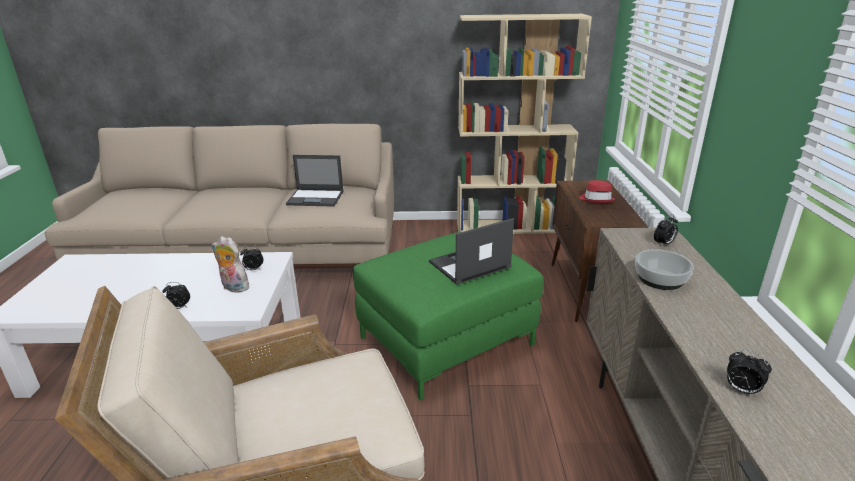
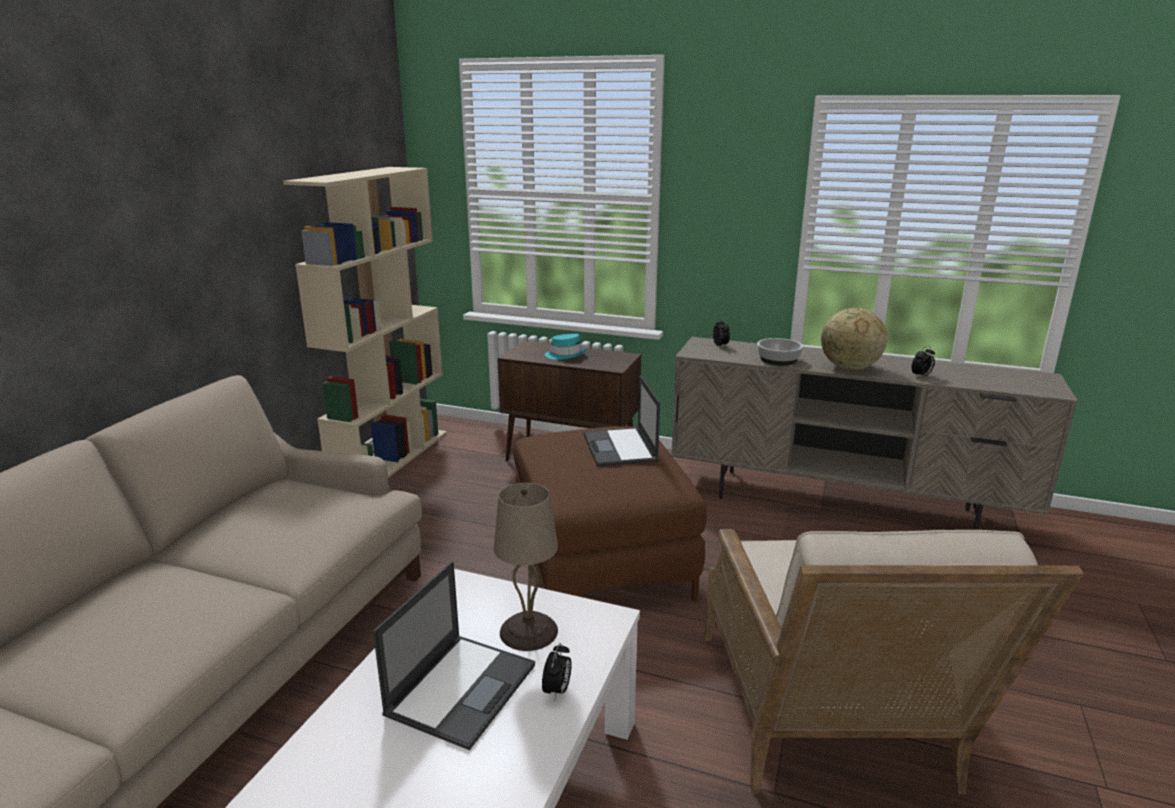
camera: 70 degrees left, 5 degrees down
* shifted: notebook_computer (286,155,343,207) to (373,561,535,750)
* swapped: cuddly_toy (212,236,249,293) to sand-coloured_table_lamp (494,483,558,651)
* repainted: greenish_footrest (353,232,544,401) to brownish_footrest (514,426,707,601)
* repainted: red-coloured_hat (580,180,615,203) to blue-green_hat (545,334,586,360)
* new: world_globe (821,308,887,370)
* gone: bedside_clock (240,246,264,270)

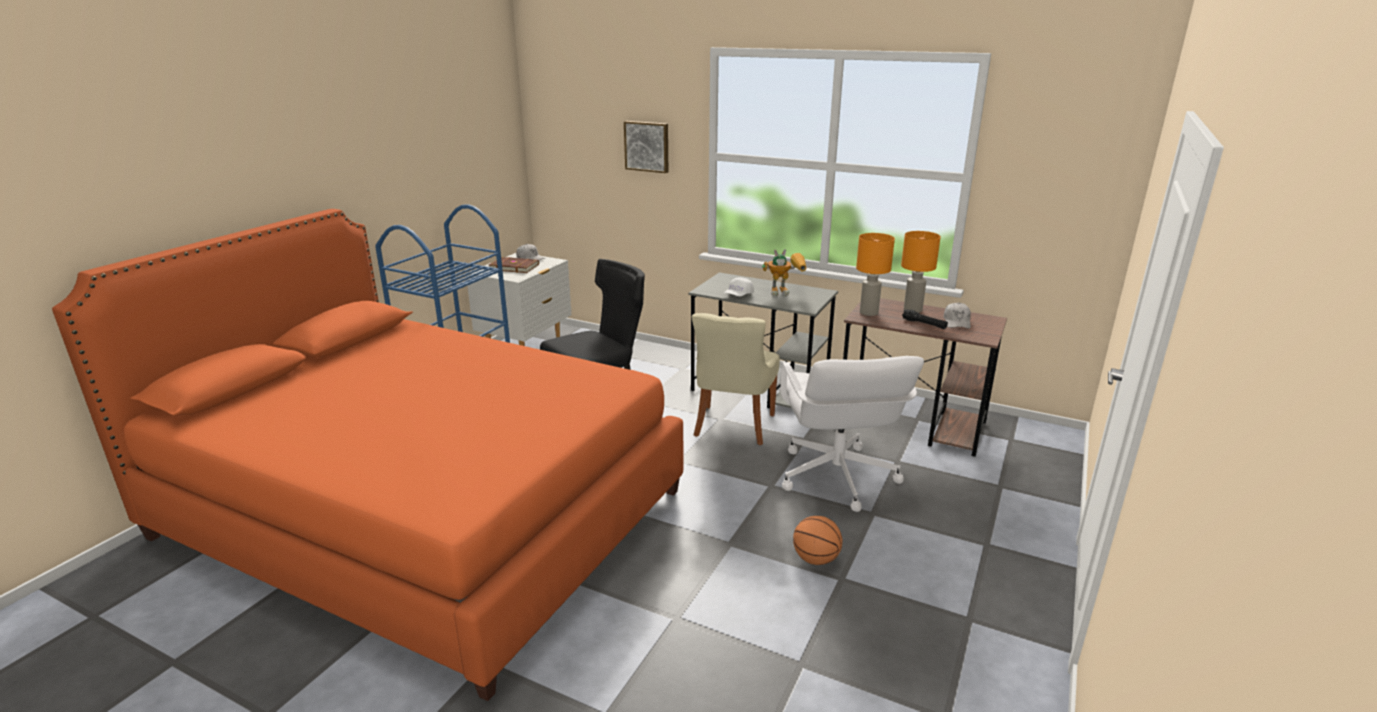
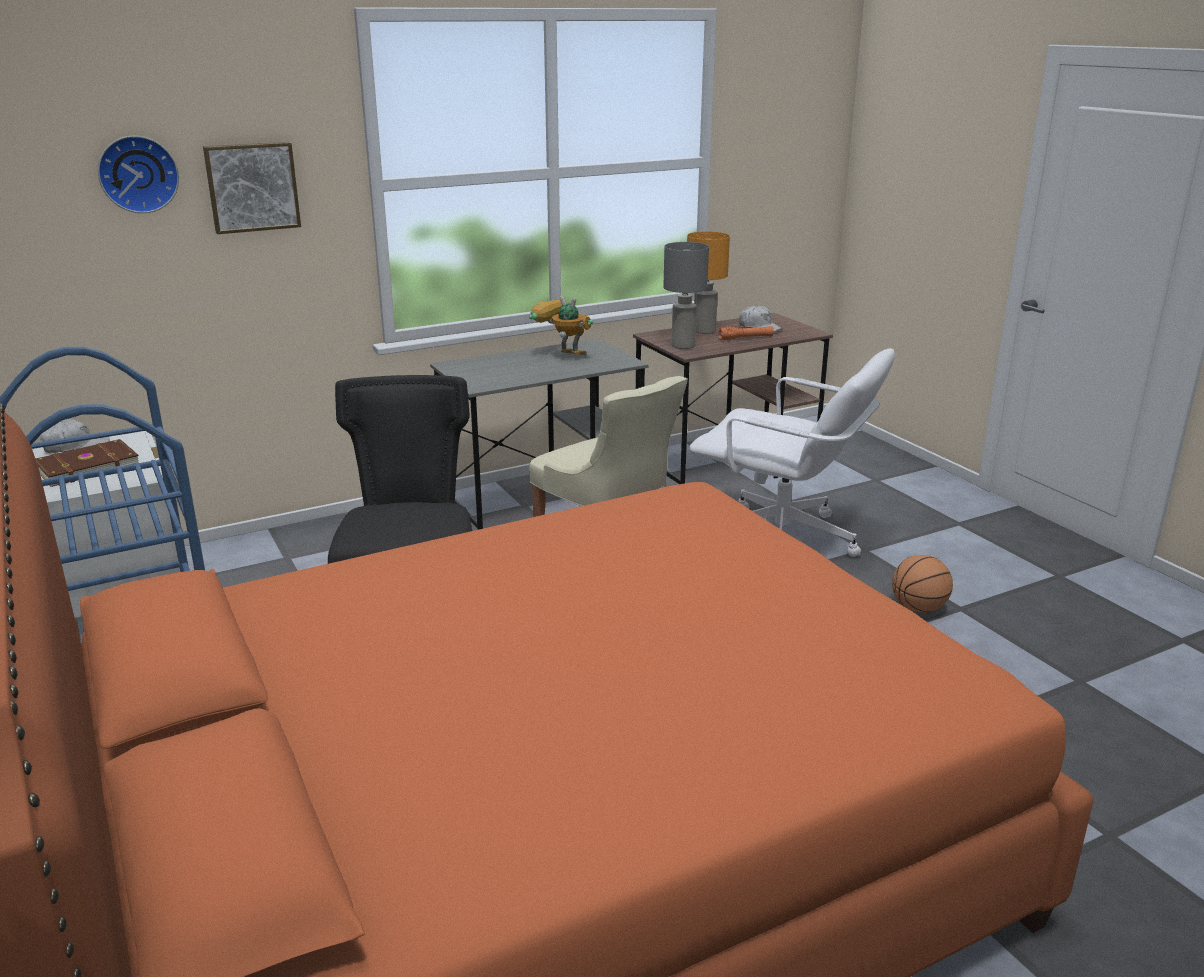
camera: 55 degrees left, 0 degrees up
* new: clock_on_the_wall (98,136,179,213)
* rotated: toy_robot (762,249,807,296) = (529,296,593,356) 90 degrees counterclockwise
* repainted: orange_table_lamp (856,233,895,316) to gray_table_lamp (663,242,709,349)
* repainted: black-coloured_flashlight (902,309,948,329) to orange_flashlight (718,326,774,340)
* gone: white-coloured_baseball_cap (724,277,754,296)

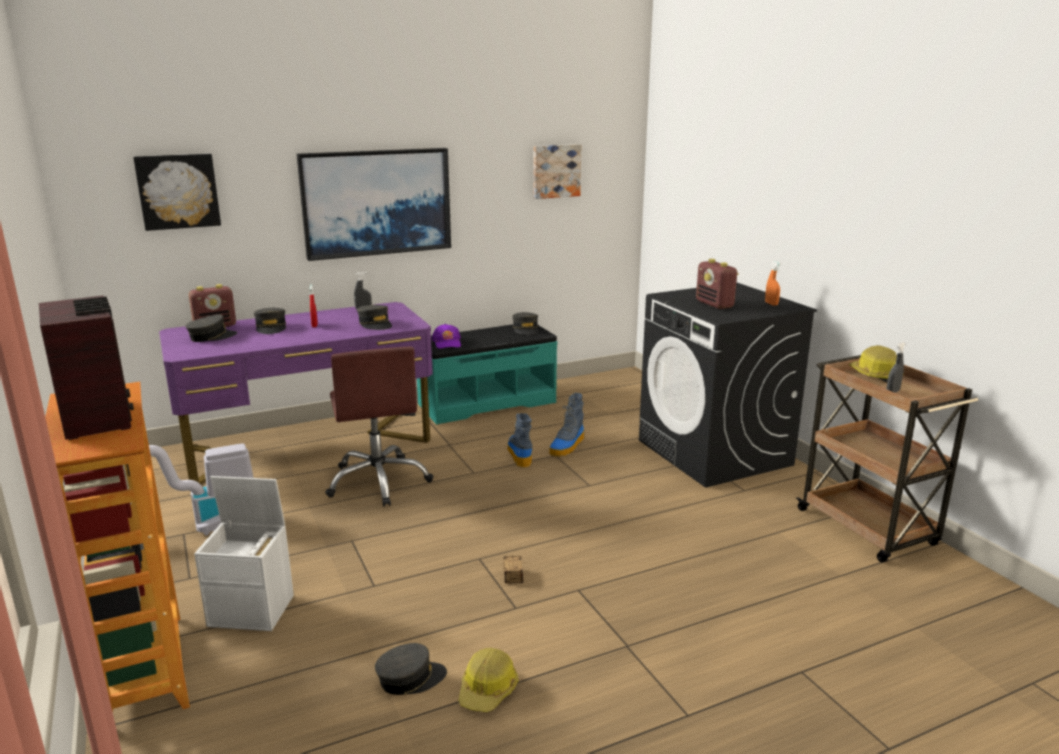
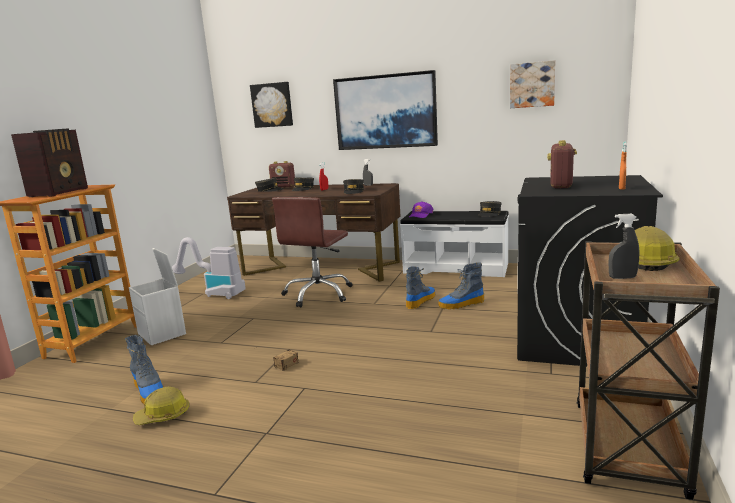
camera: 45 degrees right, 5 degrees down
* swapped: gray_baseball_cap (375,643,447,695) to tall_boot (125,335,164,404)
* repainted: purplish_desk (159,302,433,484) to brownish_desk (227,183,400,282)
* repainted: blue-green_indoor_bench (417,324,558,425) to white-coloured_indoor_bench (400,211,509,277)

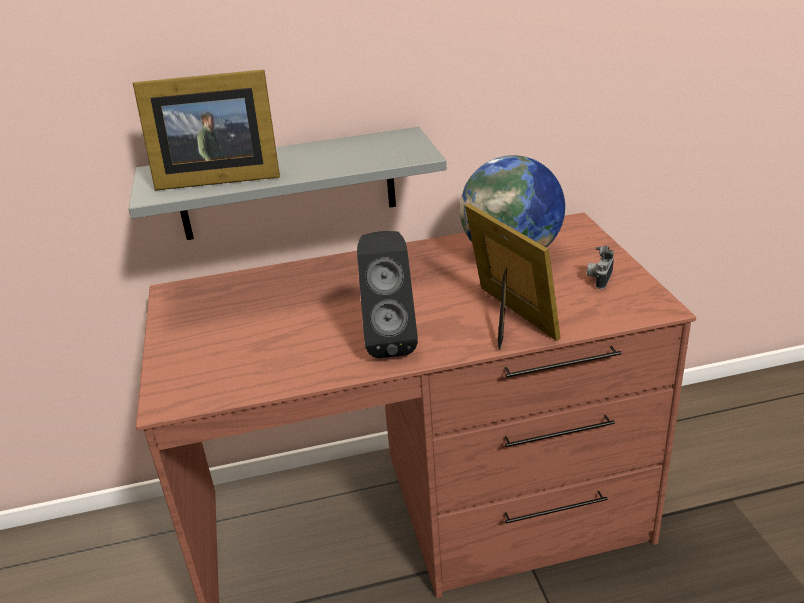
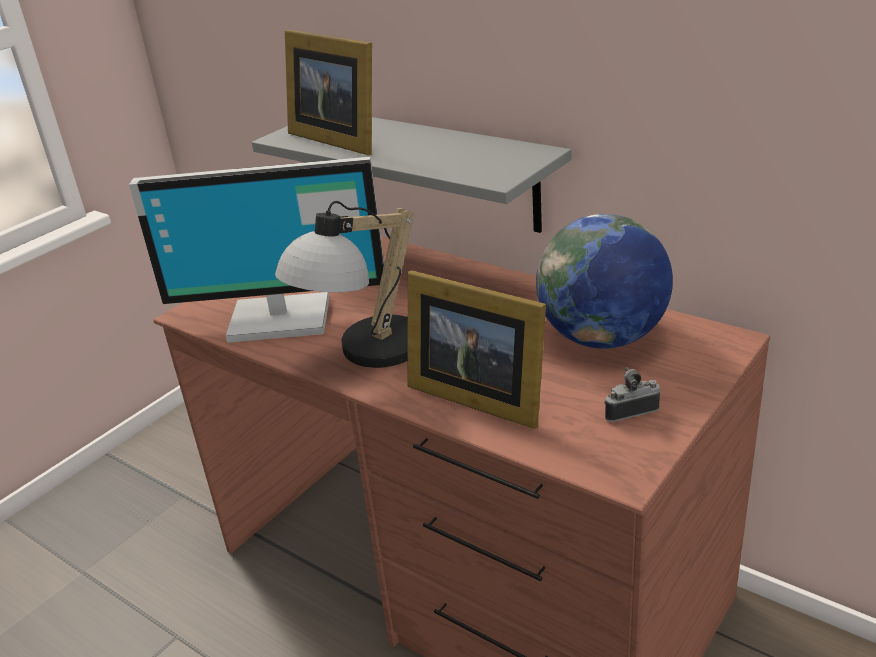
camera: 50 degrees right, 0 degrees up
* new: computer_screen (129,157,384,343)
* swapped: black-coloured_audio_speaker (357,231,418,358) to table_lamp (275,201,414,368)
* rotated: standing_frame (465,204,560,350) = (408,270,546,429) 105 degrees clockwise

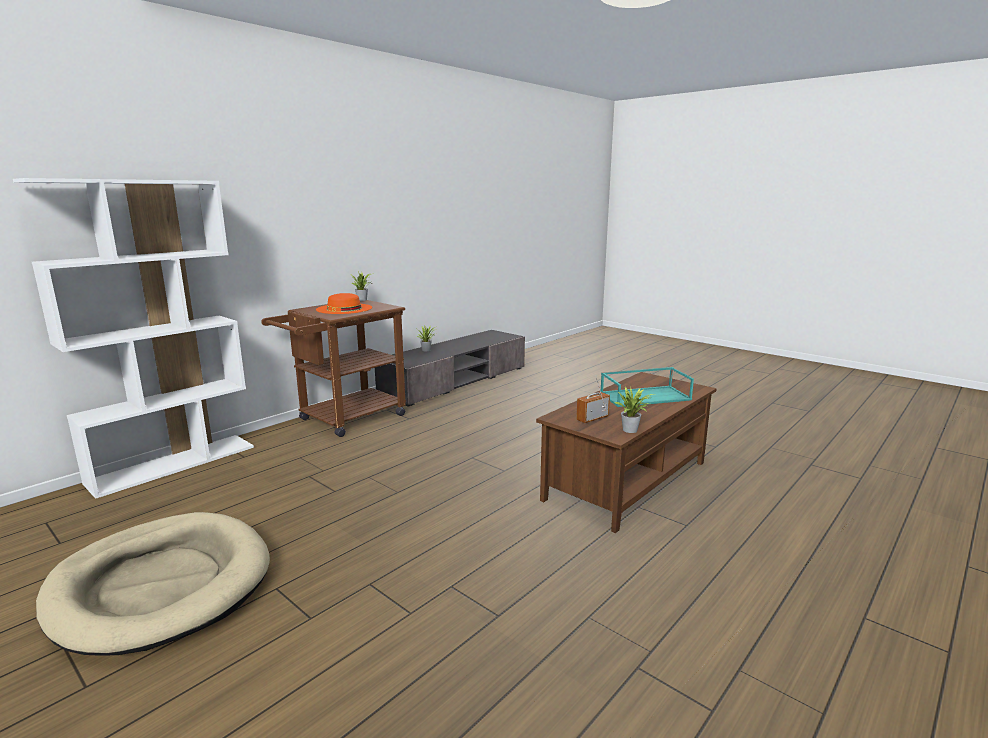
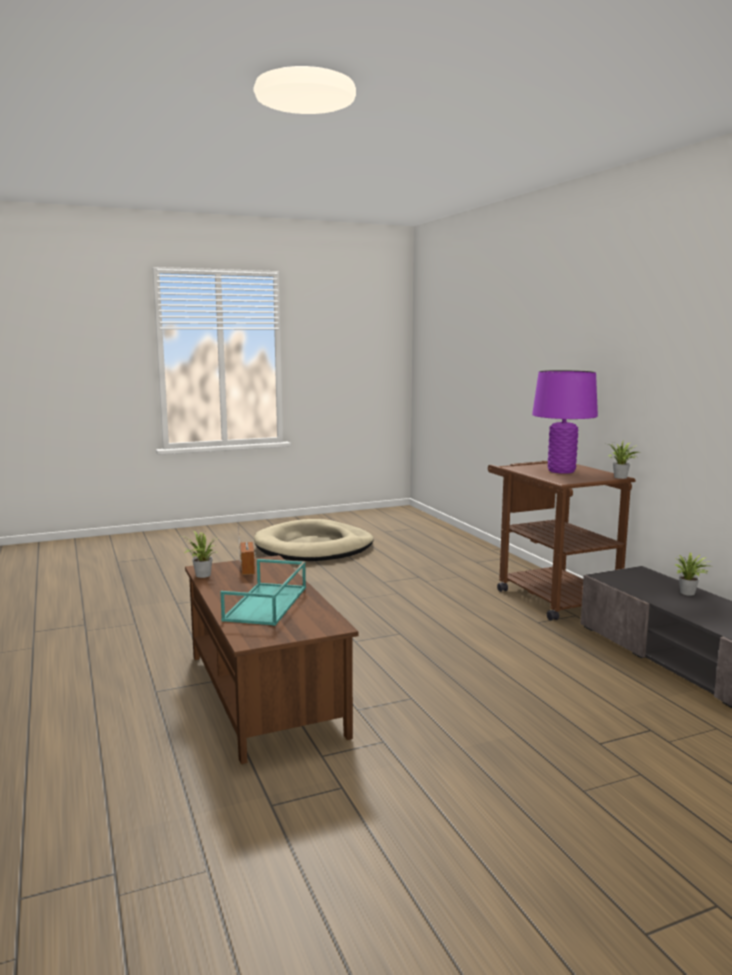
camera: 115 degrees right, 5 degrees down
* swapped: orange_hat (316,293,372,314) to purplish_table_lamp (532,370,598,474)
* gone: white-coloured_shelving_unit (13,178,254,499)

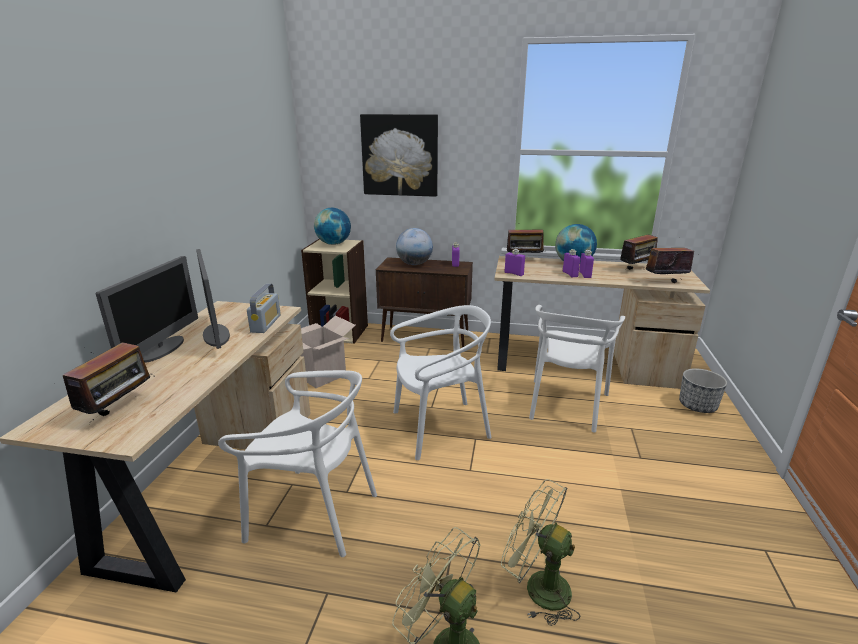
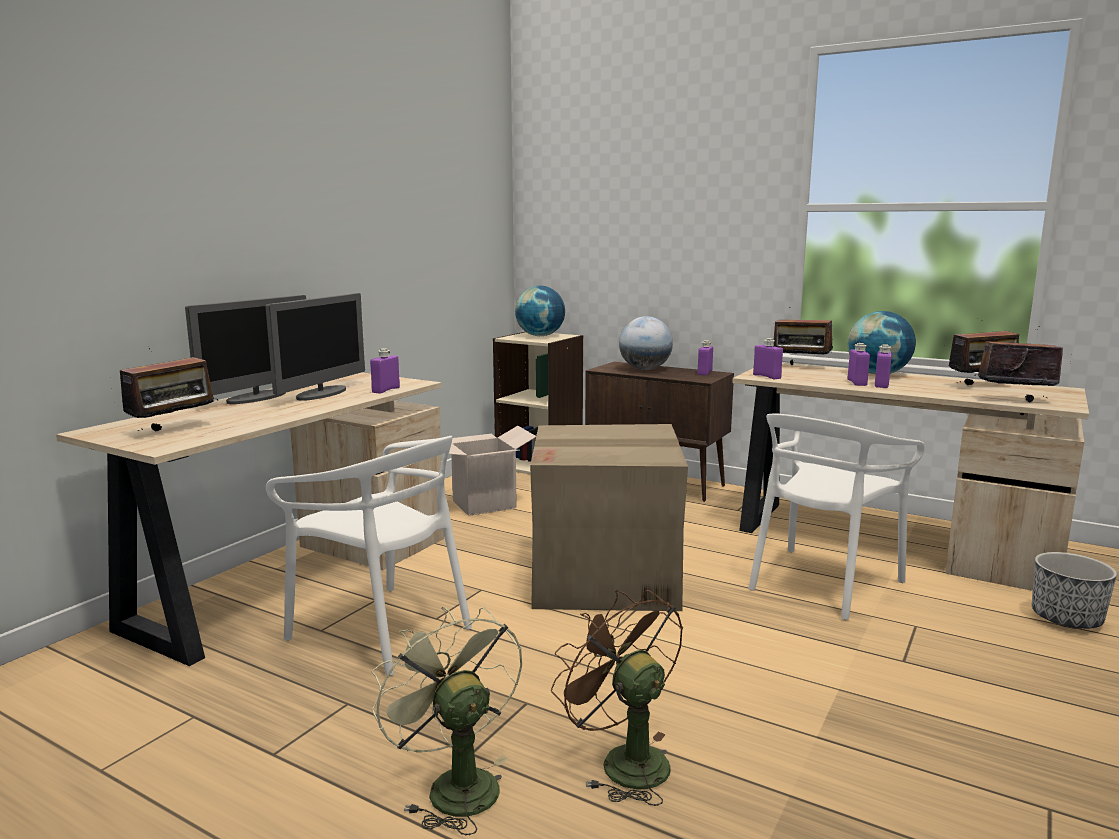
camera: 20 degrees right, 10 degrees down
* rotated: computer_screen (196,249,230,349) = (265,293,365,401) 150 degrees counterclockwise
* swapped: radio (247,284,281,333) to purplish_drink_bottle (370,348,400,394)
* swapped: white-coloured_plain_chair (390,305,491,460) to packing_box (530,424,688,611)
* repainted: greenish_fan (501,479,580,626) to brownish_fan (551,590,683,806)
* gone: wall_art (360,114,438,197)

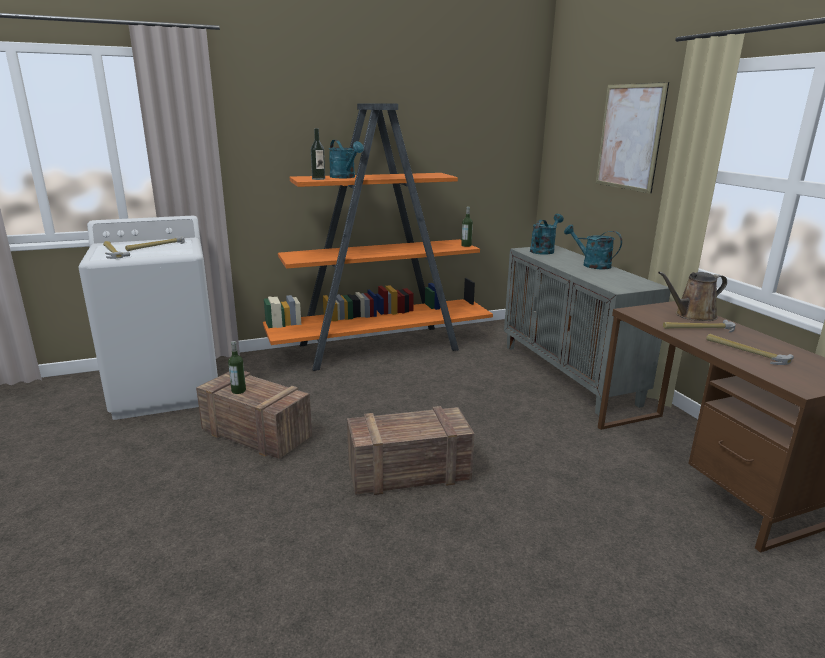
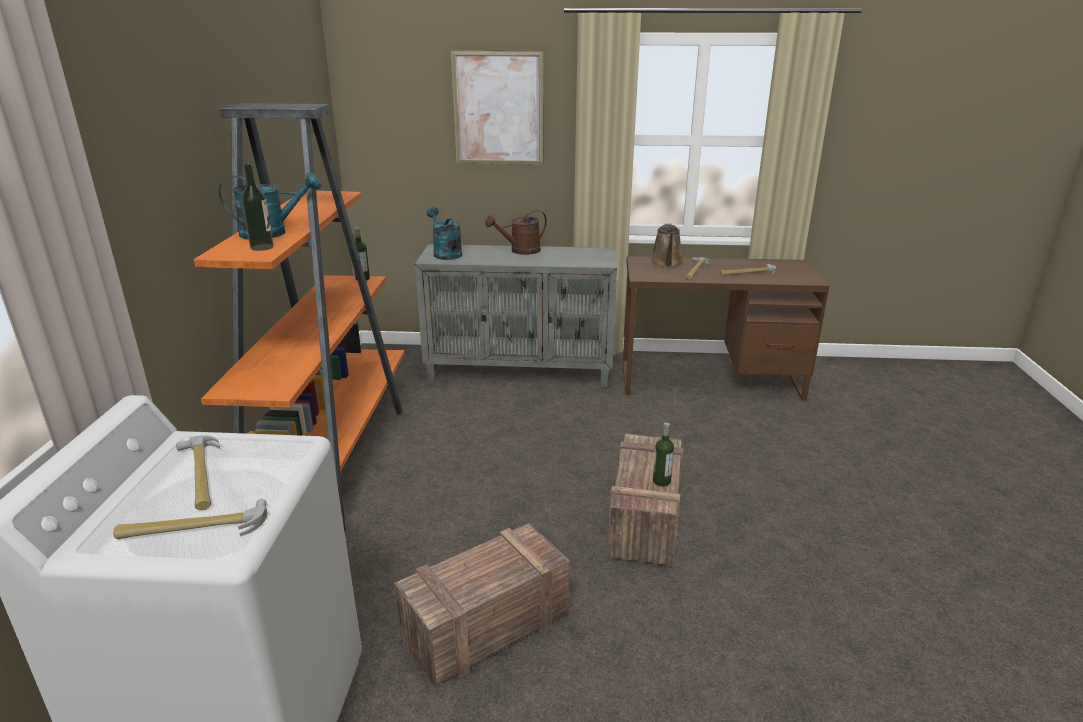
camera: 65 degrees left, 5 degrees up
* repainted: blue-green_watering_can (564,224,622,269) to brownish_watering_can (485,210,547,255)
* shifted: drink_bottle (228,341,246,394) to (653,422,674,486)

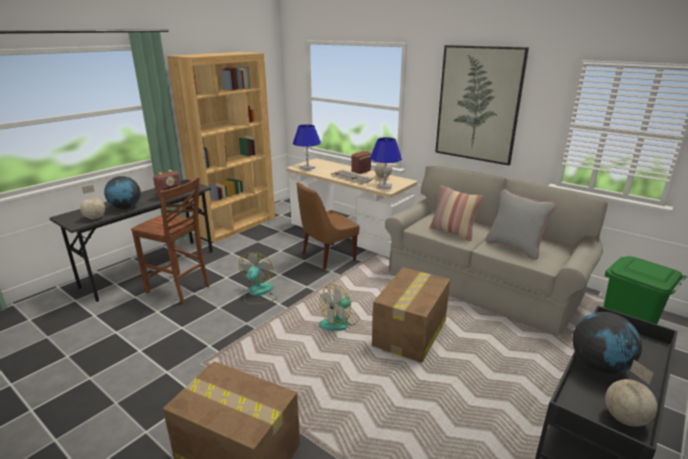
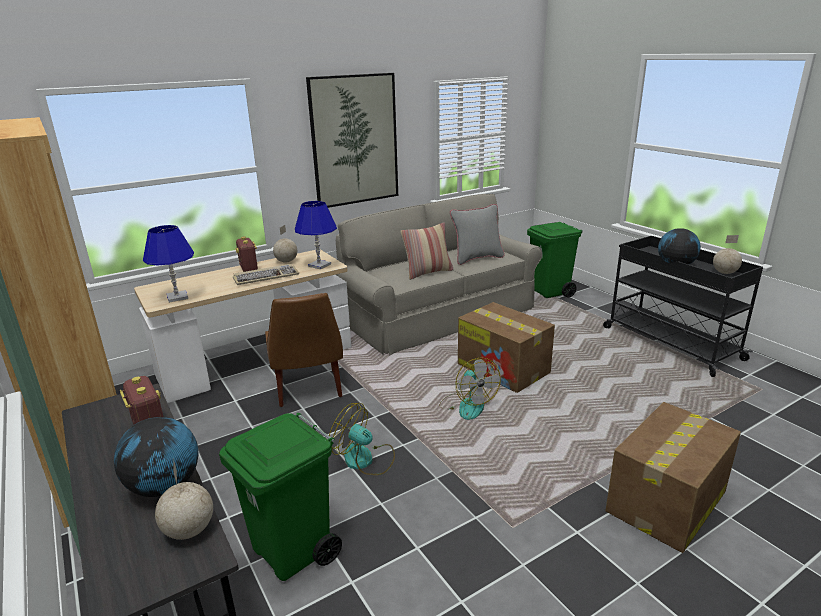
camera: 70 degrees left, 0 degrees up
* swapped: brownish_plain_chair (131,177,210,304) to greenish_rubbish_bin (219,413,342,581)

